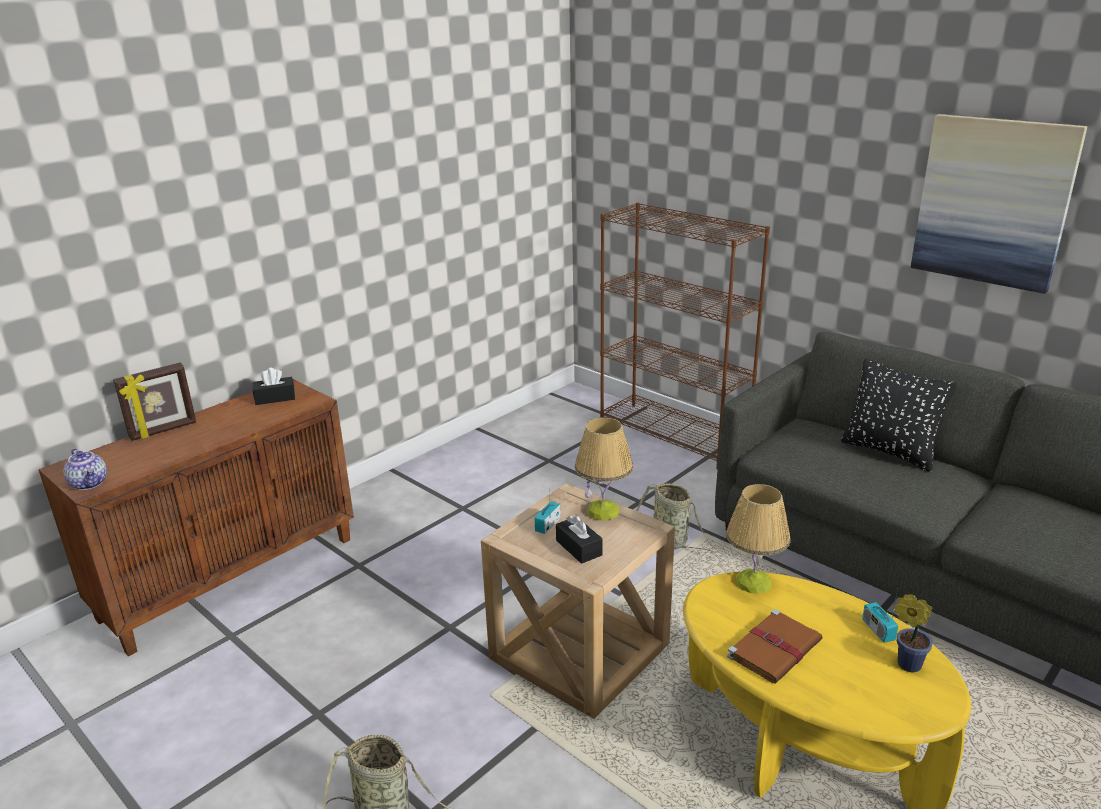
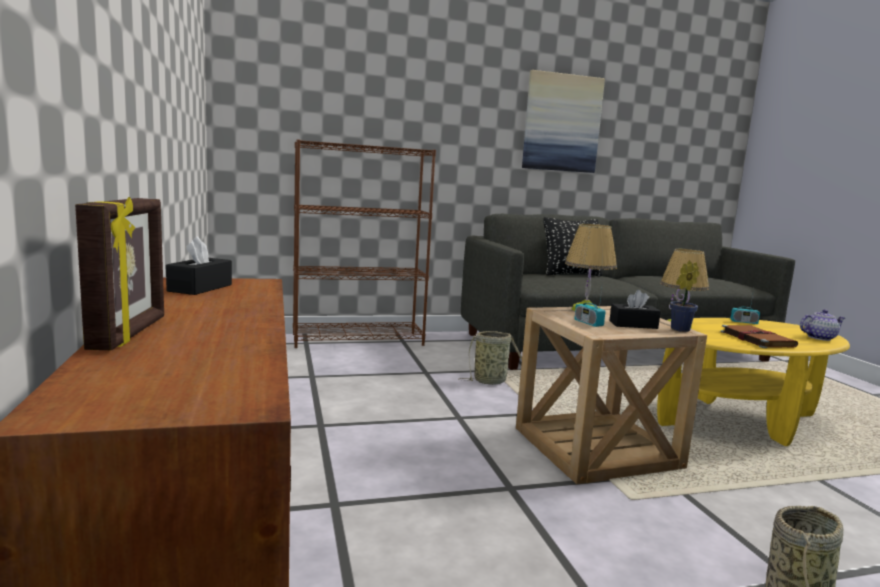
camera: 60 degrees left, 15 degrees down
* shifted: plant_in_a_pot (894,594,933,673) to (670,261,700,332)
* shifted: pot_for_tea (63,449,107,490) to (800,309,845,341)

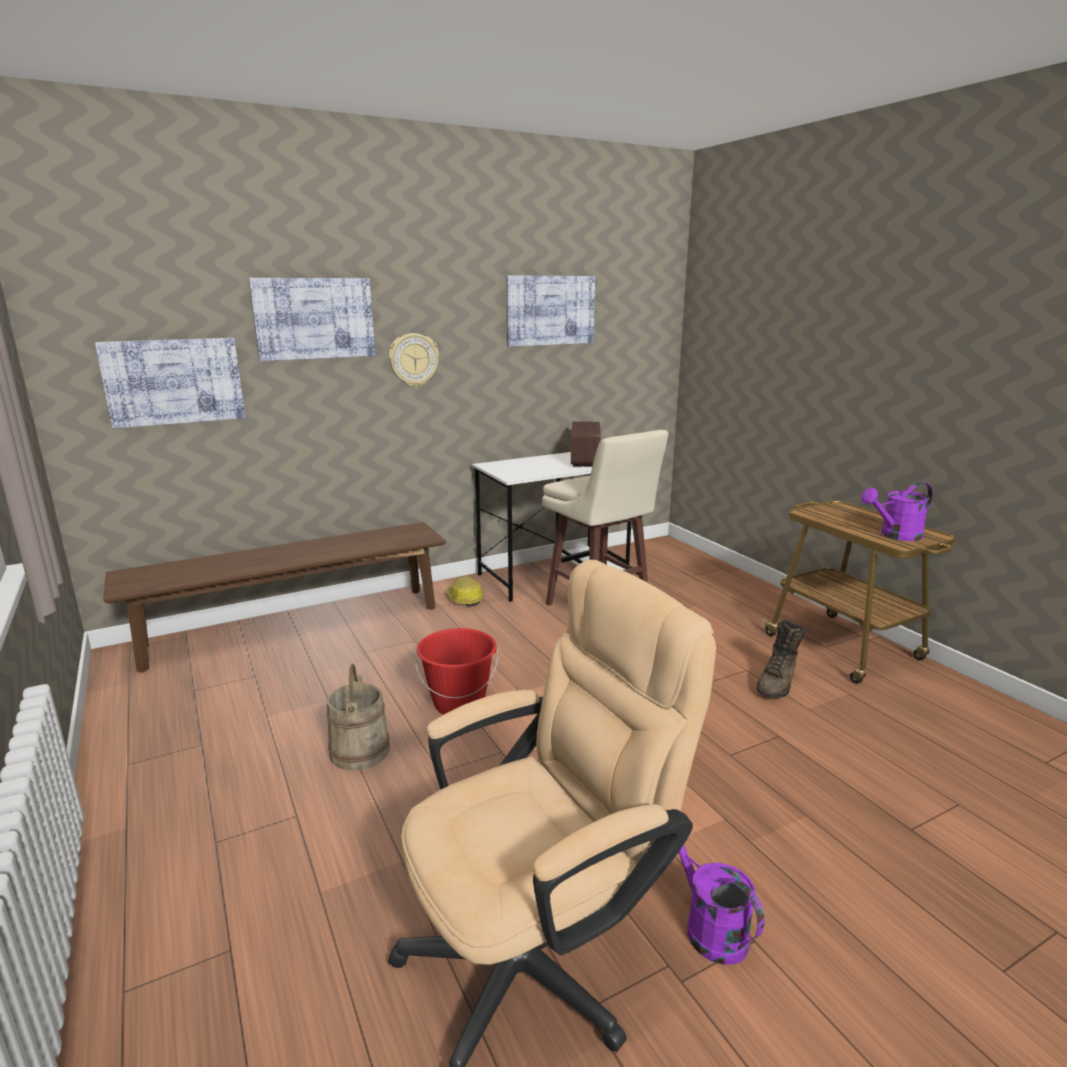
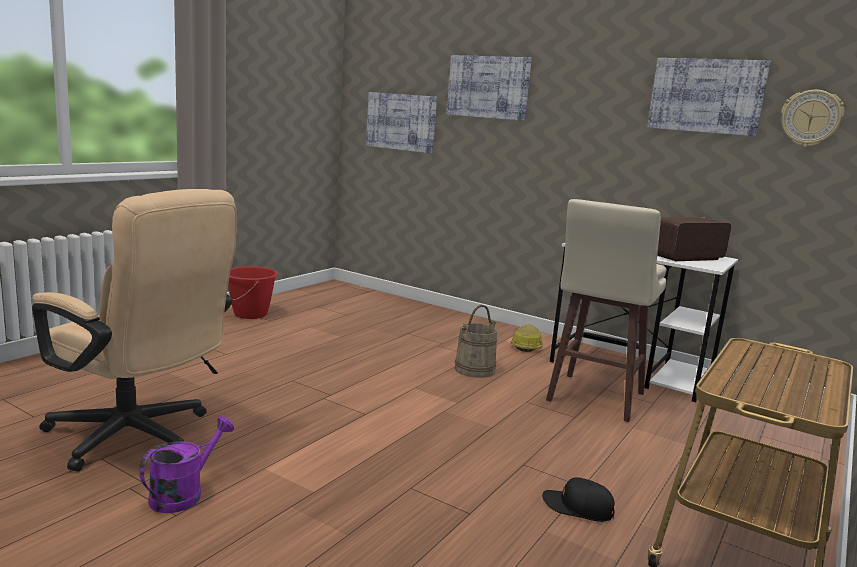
camera: 60 degrees right, 5 degrees down
* shifted: red-coloured_water_bucket (415,628,498,715) to (228,266,278,319)
* shifted: sand-coloured_water_bucket (327,664,390,771) to (454,305,497,378)
* swapped: brownish_tall_boot (757,620,805,698) to black-coloured_baseball_cap (542,477,615,522)
* shifted: clock_on_the_wall (389,333,439,387) to (781,90,845,147)
* gone: brownish_indoor_bench (103,522,446,673)
* gone: purplish_watering_can (861,482,933,541)

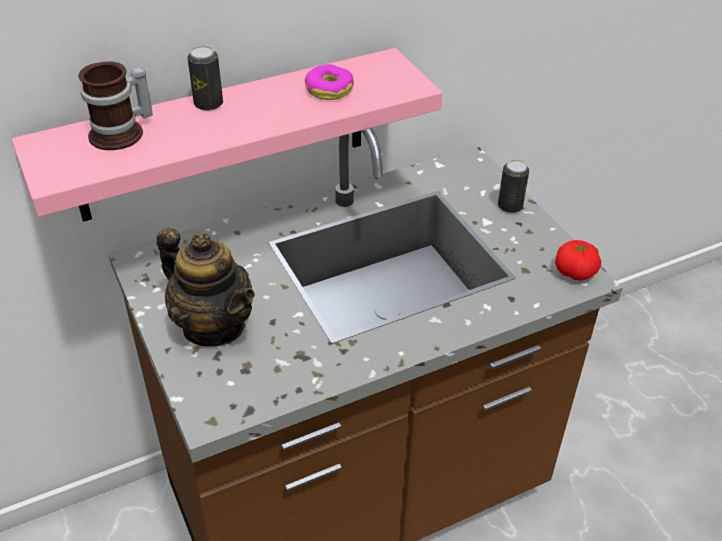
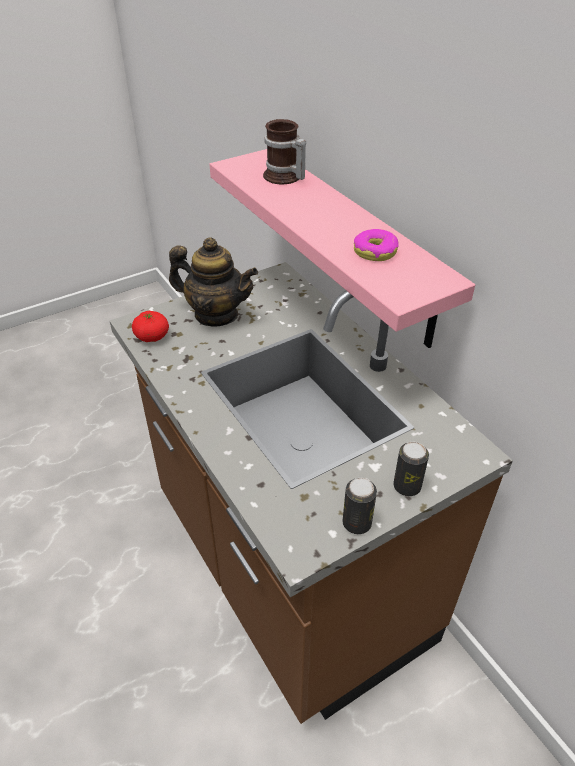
camera: 85 degrees right, 0 degrees up
* shifted: tomato (555,240,601,281) to (132,311,169,342)
* rotated: pot_for_tea (157,227,255,347) = (169,237,258,326) 105 degrees counterclockwise
* shifted: sealed_can (187,46,223,111) to (343,478,377,534)

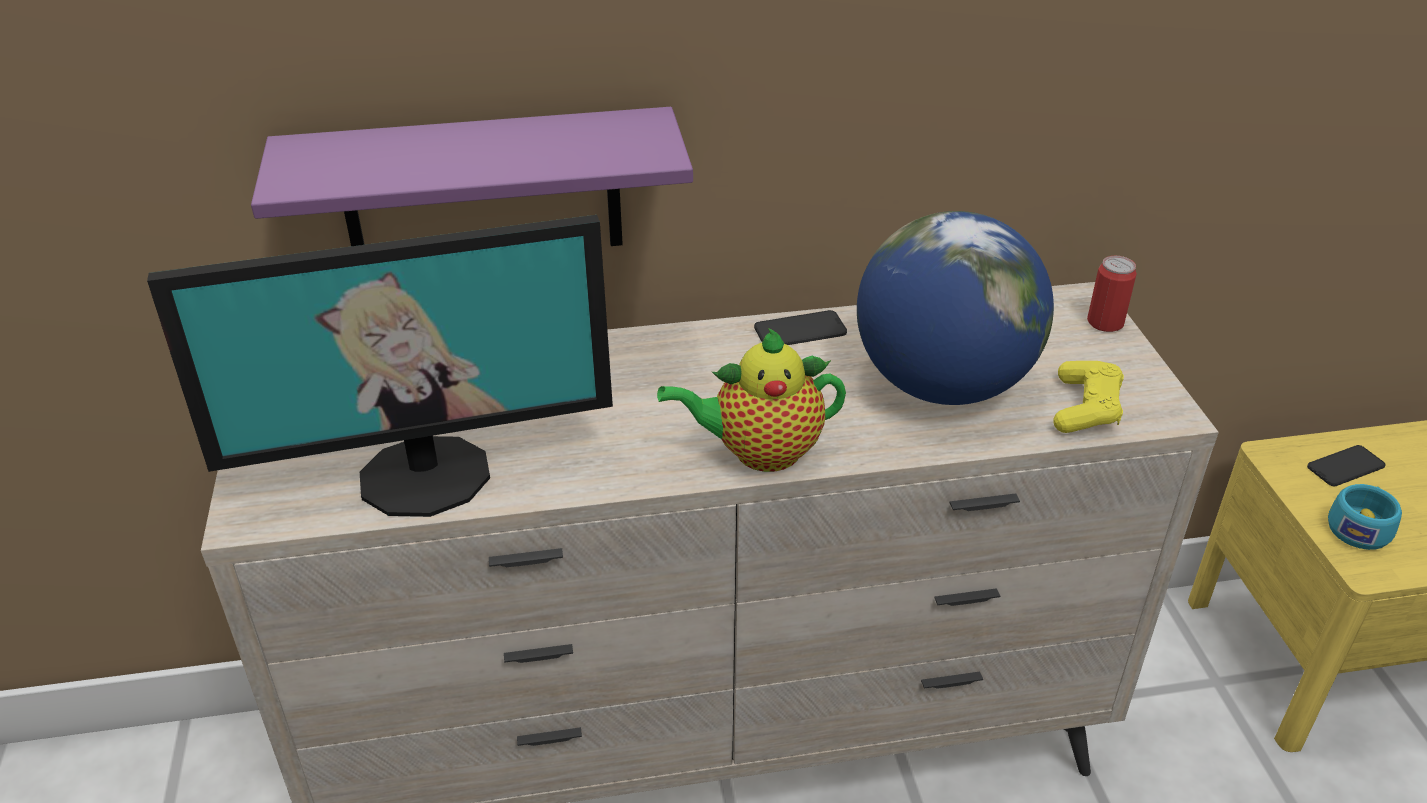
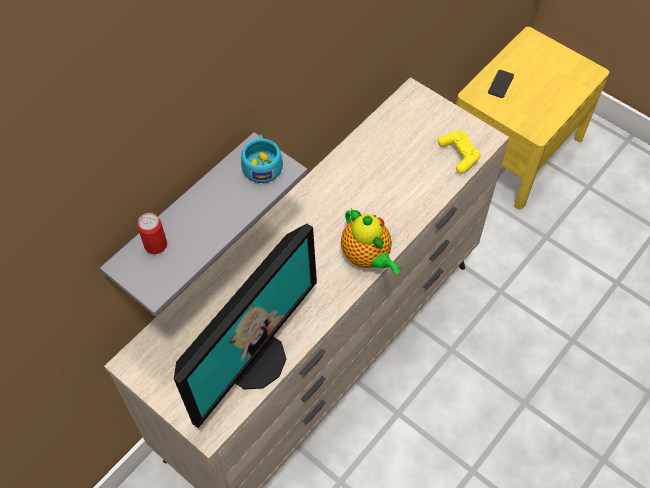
camera: 40 degrees left, 20 degrees up
* repainted: purplish_shelf (251,107,693,246) to gray_shelf (100,132,307,316)
* shifted: sealed_can (1087,256,1137,332) to (137,213,167,254)
* shifted: blue-green_drinking_cup (1328,484,1402,550) to (241,134,283,183)
* rotated: pot_for_tea (657,328,846,472) = (341,209,401,274) 75 degrees counterclockwise
* gone: handset (754,310,847,345)
* gone: world_globe (857,211,1054,405)

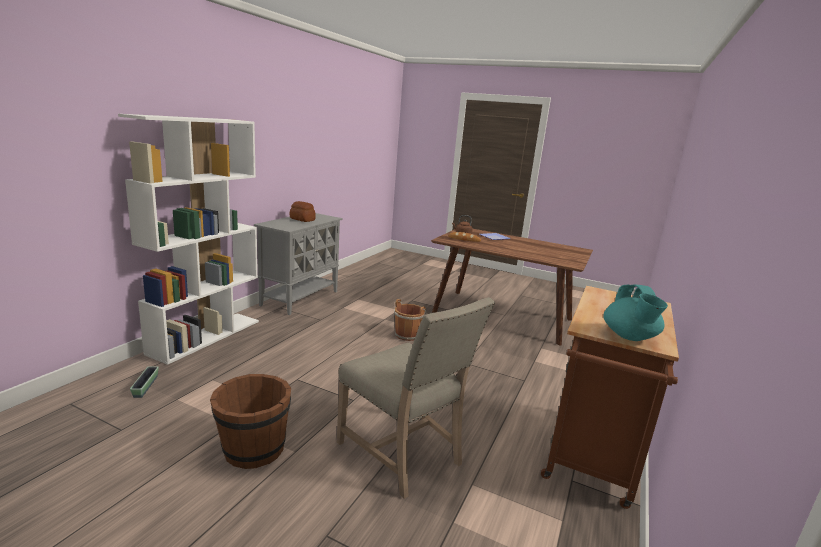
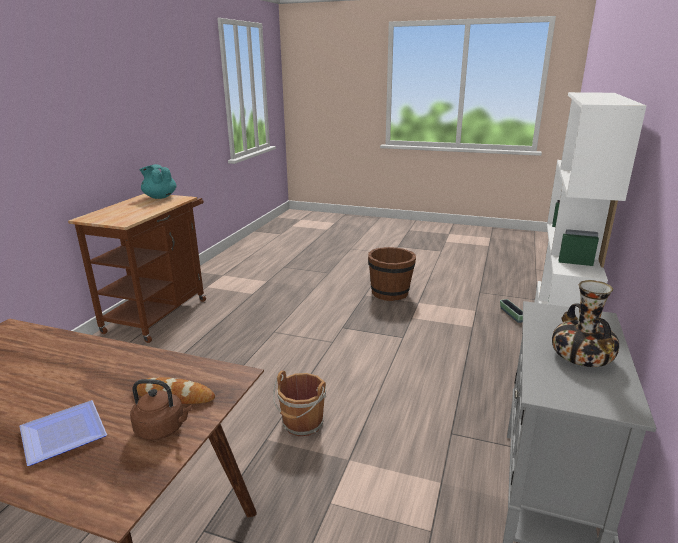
camera: 175 degrees right, 5 degrees up
* rotated: blue-green_pot_for_tea (604,284,668,341) = (139,164,177,199) 45 degrees counterclockwise
* swapped: bread (290,201,315,222) to flower_vase (552,280,619,367)
* gone: sand-coloured_plain_chair (337,297,495,499)

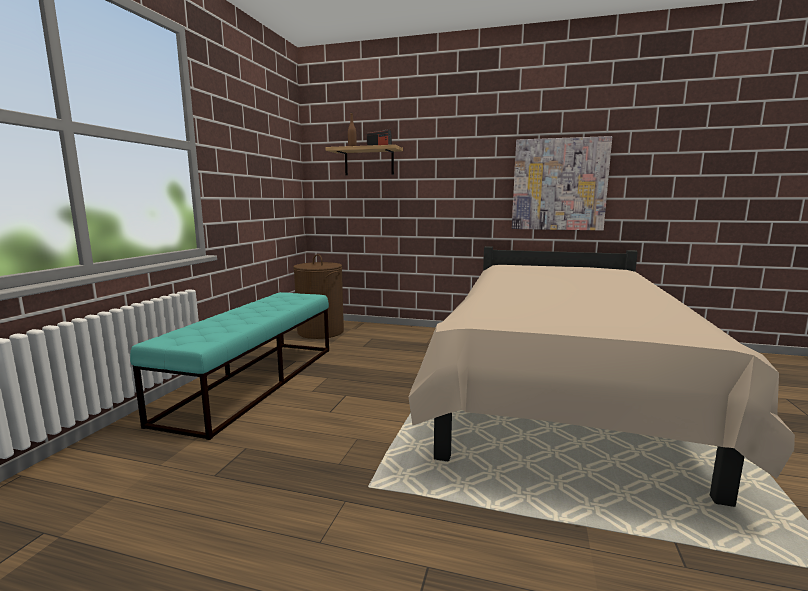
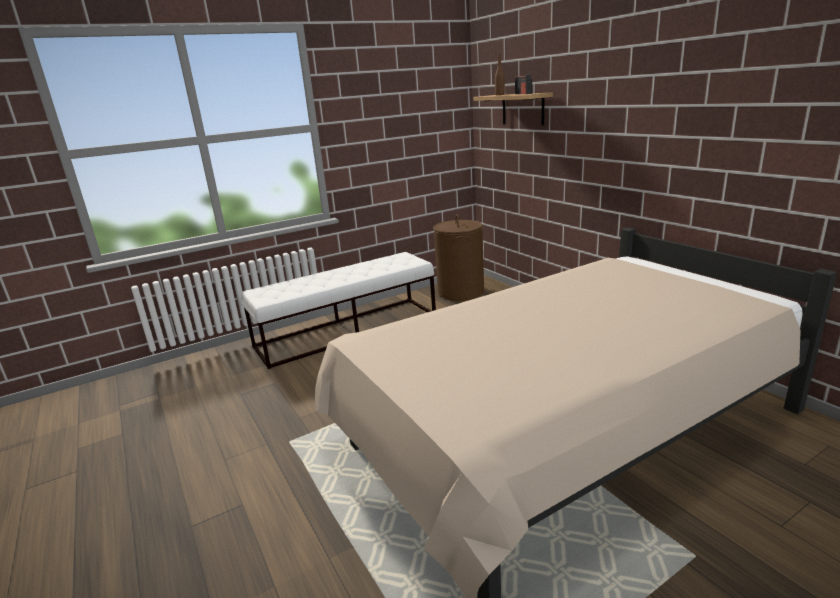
camera: 45 degrees right, 10 degrees up
* repainted: blue-green_indoor_bench (130,292,329,440) to white-coloured_indoor_bench (241,252,436,369)
* gone: wall_art (512,136,612,230)

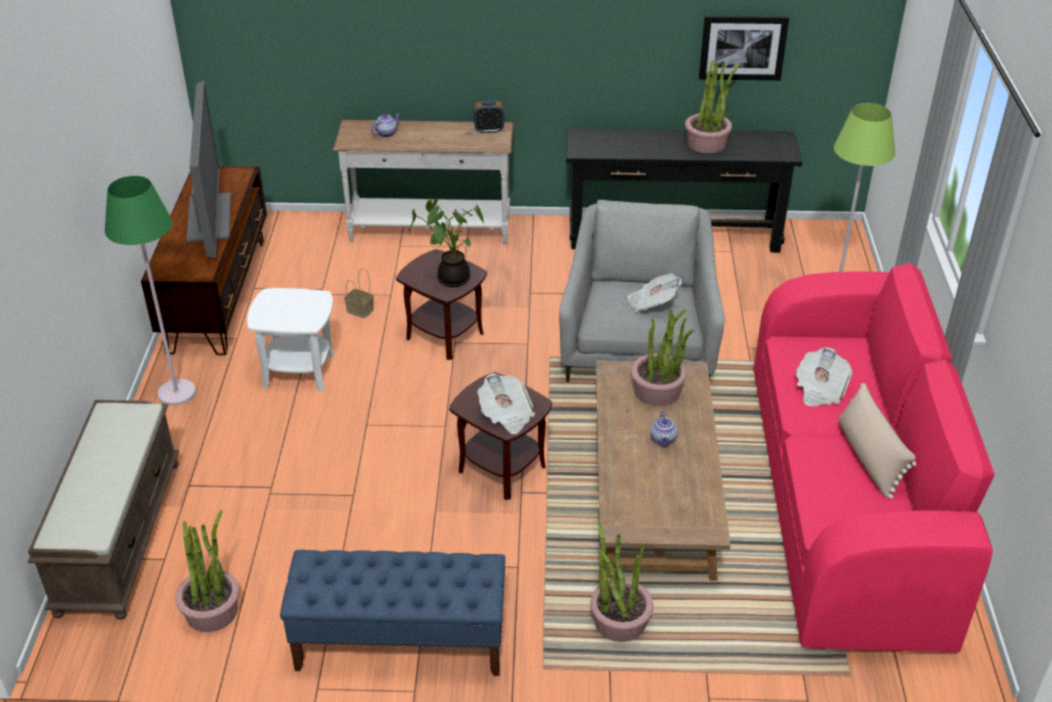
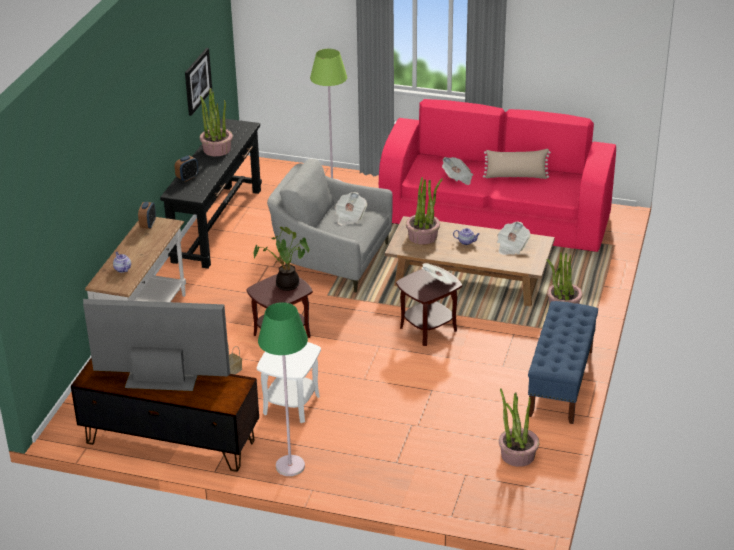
camera: 75 degrees left, 5 degrees down
* new: bedside_clock (175,155,198,182)
* new: printed_paper (497,222,531,255)
* gone: brownish_indoor_bench (28,400,179,620)

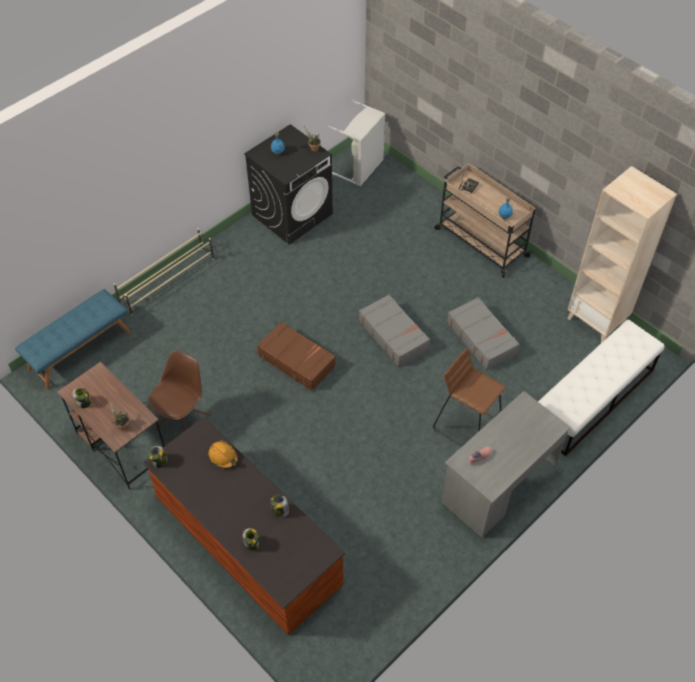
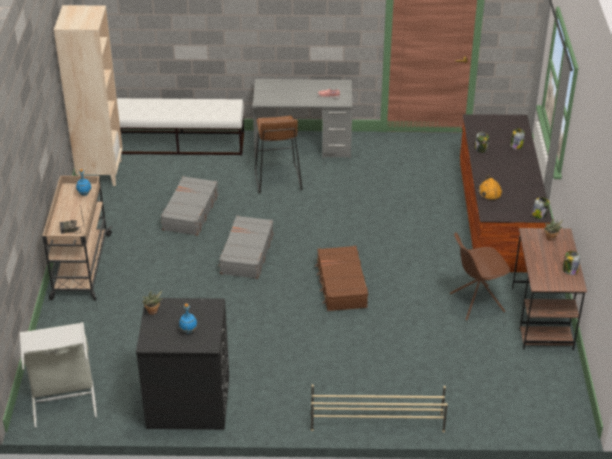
camera: 135 degrees left, 15 degrees down
* gone: blue_indoor_bench (15,289,130,390)

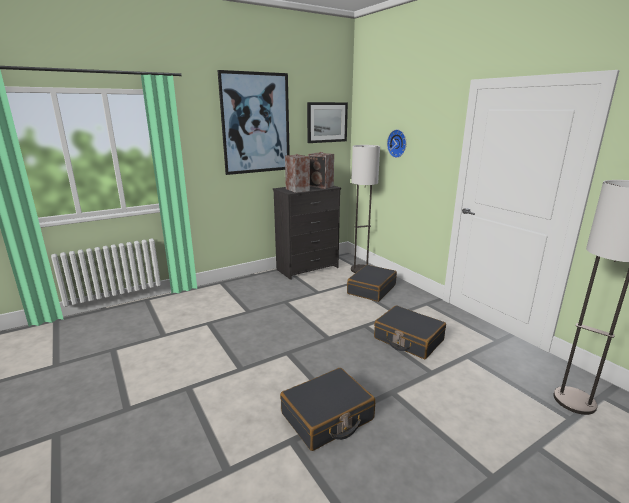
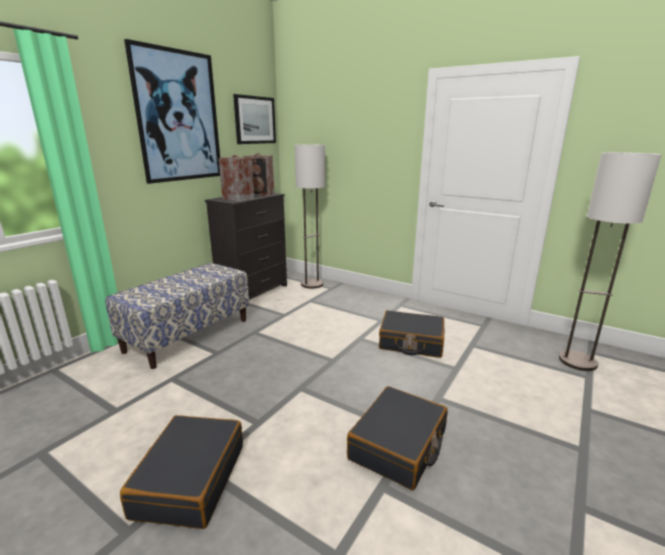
camera: 25 degrees left, 0 degrees up
* new: indoor_bench (105,263,249,369)
* shifted: black-coloured_suitcase (347,265,397,302) to (120,415,243,529)
* gone: clock_on_the_wall (387,129,406,158)

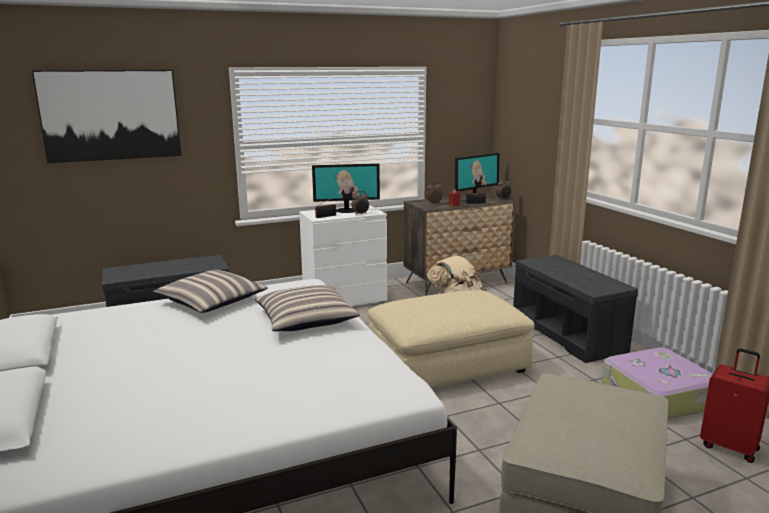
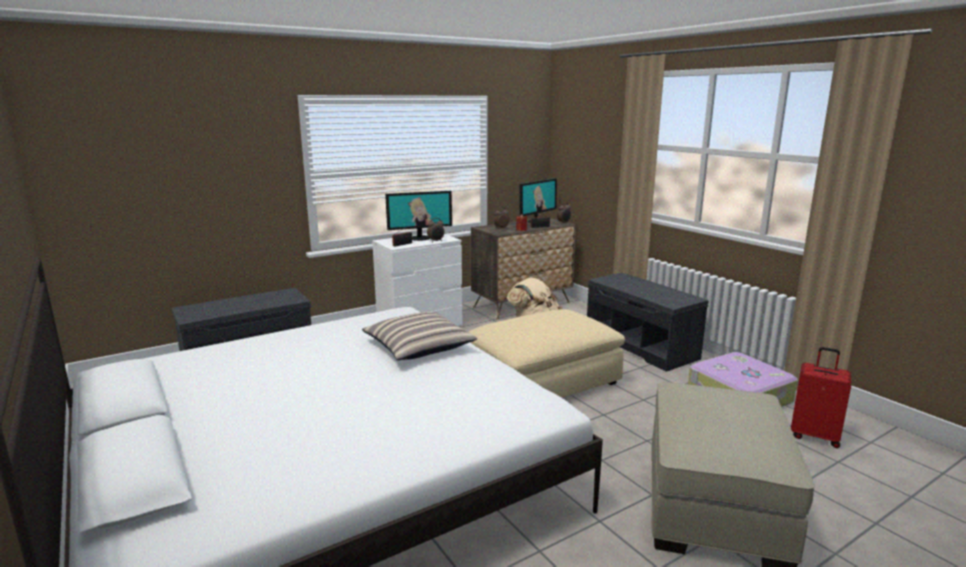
camera: 10 degrees left, 0 degrees up
* gone: wall_art (32,70,181,163)
* gone: pillow (153,270,268,313)

